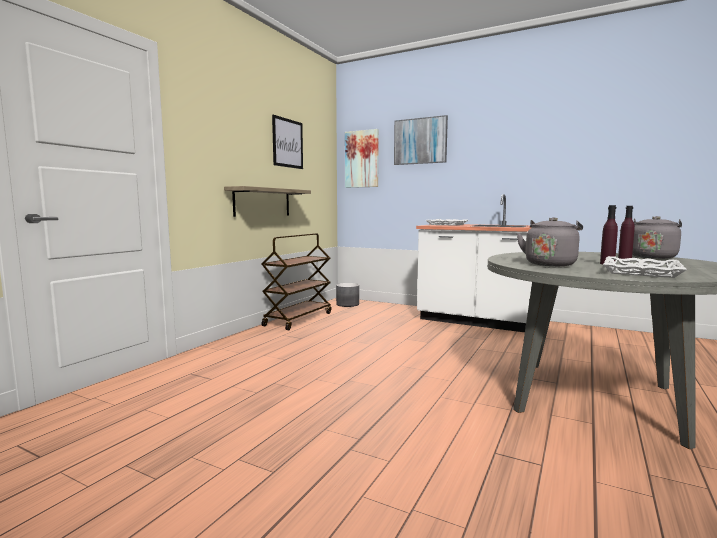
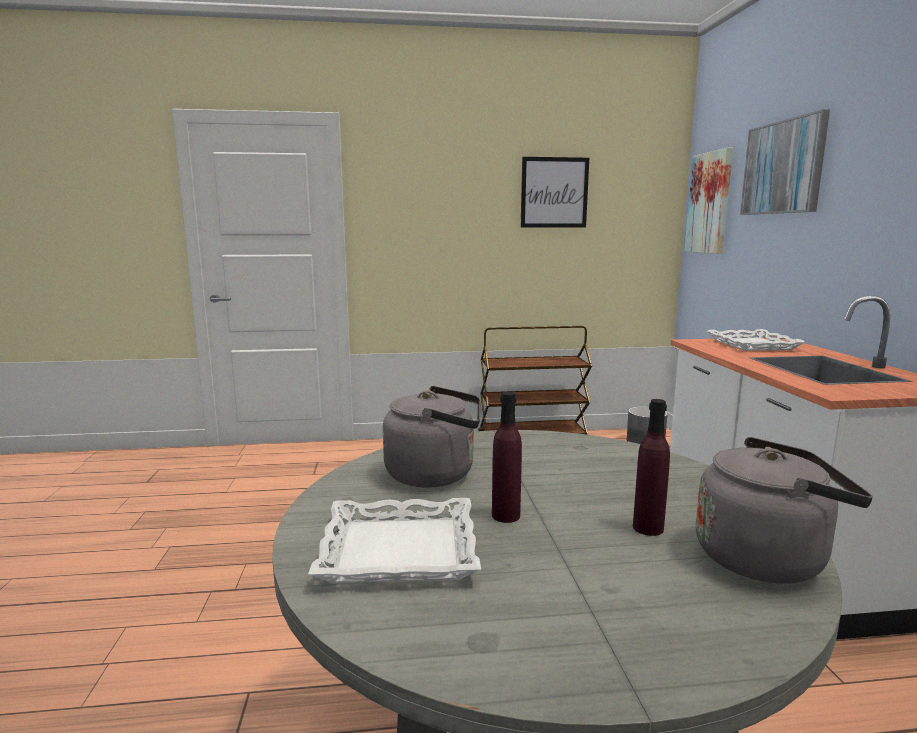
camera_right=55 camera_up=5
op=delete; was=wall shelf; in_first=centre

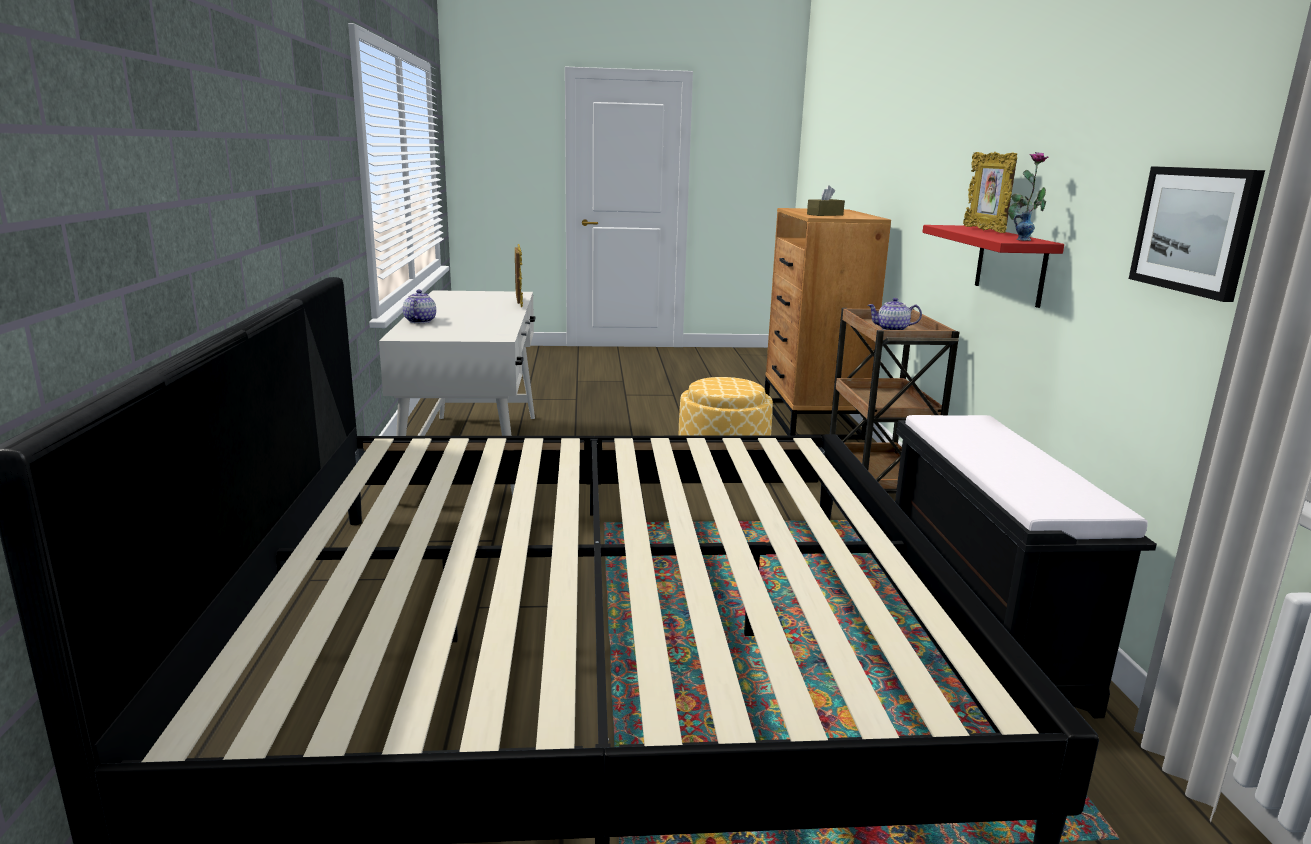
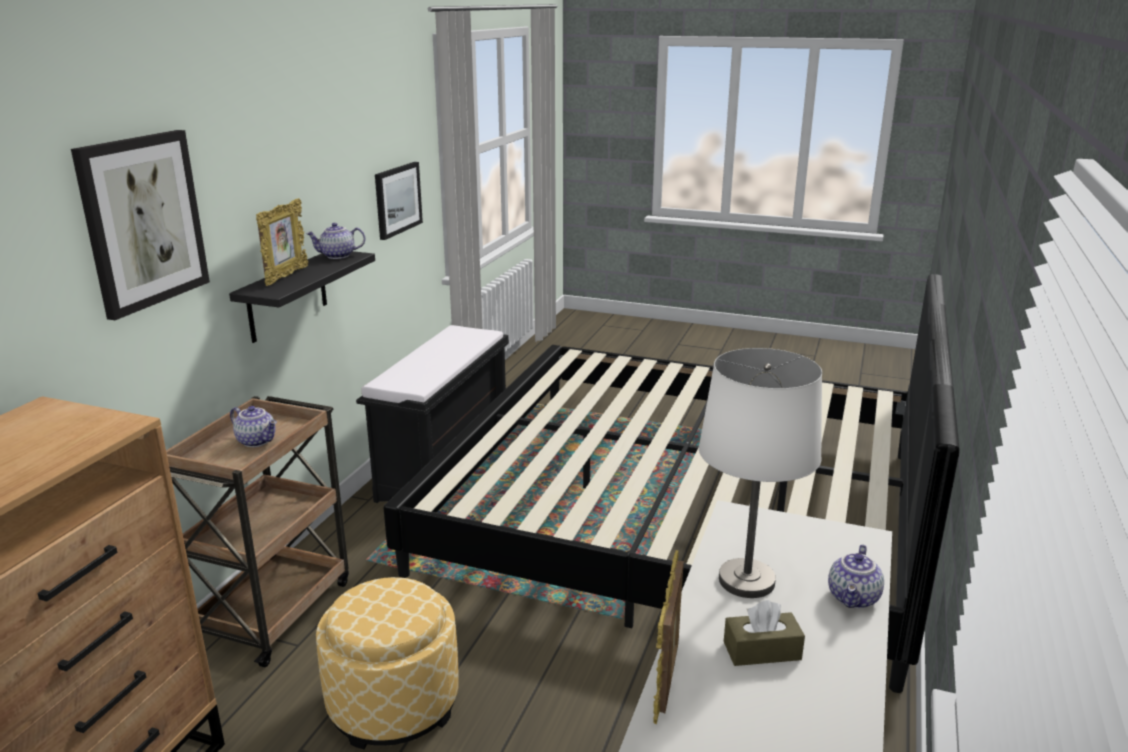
camera_right=-155 camera_up=5
op=move; was=tissue holder (brownish); in_first=top centre; in_second=bottom right
op=recolor; was=wall shelf (red); now=wall shelf (blackish); in_first=top right; in_second=middle left
op=replace; was=flower vase; now=tea pot (2nd from left); in_first=top right; in_second=top left
op=insert; now=wall art (1st from left); in_second=top left
op=insert; now=lamp for a table (whitish); in_second=middle right

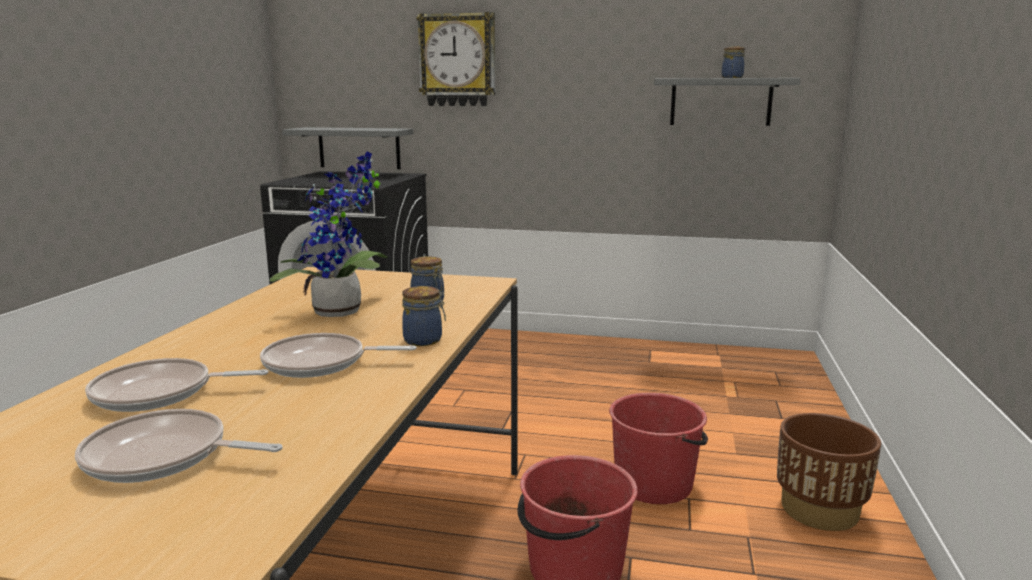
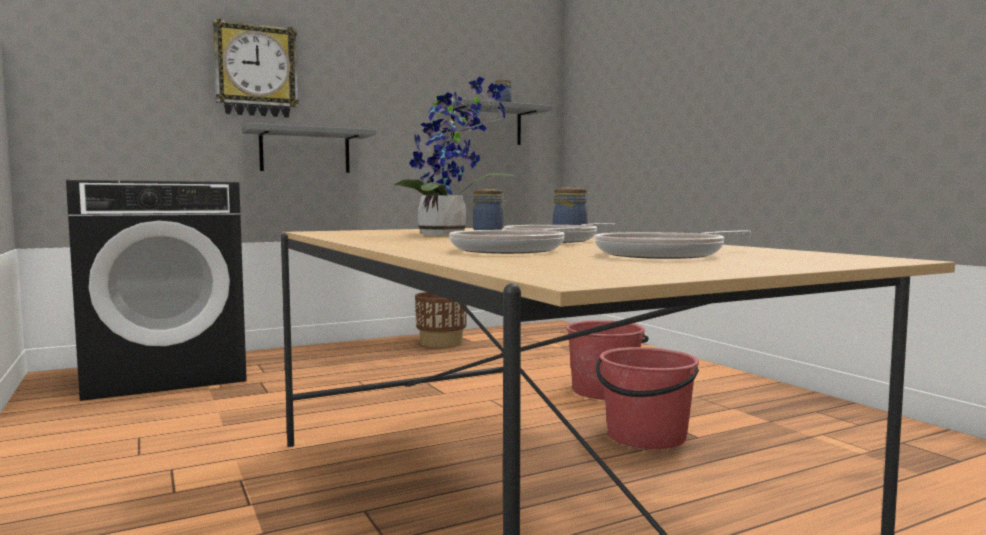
camera_right=-40 camera_up=-10
op=move; was=wall shelf (greyish) (1st from left); in_first=top centre; in_second=top left
op=move; was=flower pot (brownish); in_first=bottom right; in_second=centre

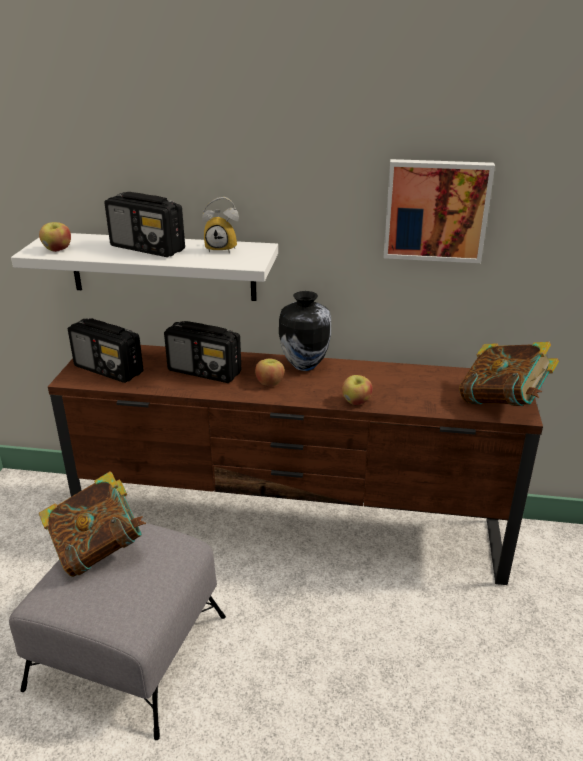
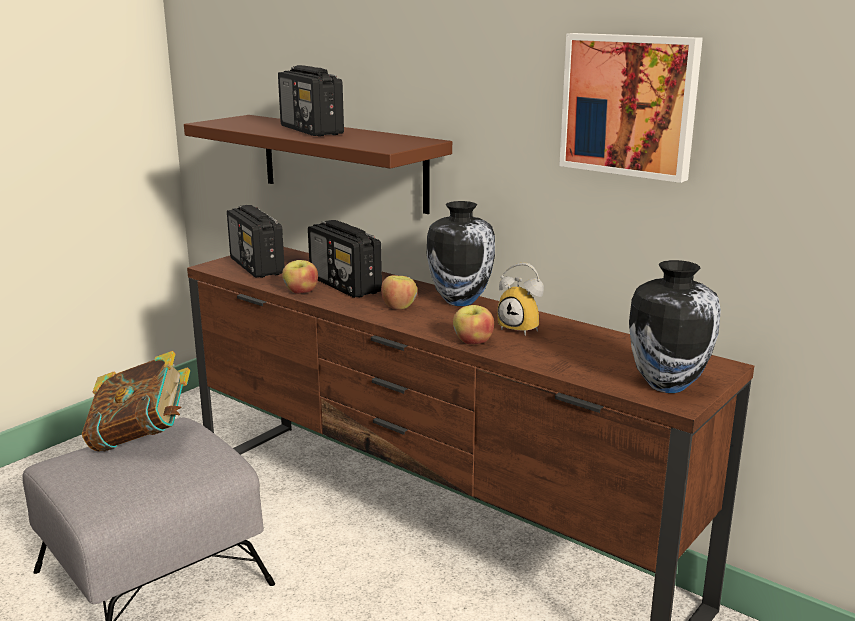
camera_right=30 camera_up=-10
op=recolor; was=wall shelf (whitish); now=wall shelf (brownish); in_first=middle left; in_second=top centre
op=move; was=whole apple (1st from left); in_first=top left; in_second=centre
op=move; was=bedside clock; in_first=top centre; in_second=centre
op=replace; was=bound book (2nd from left); now=flower vase (2nd from left); in_first=middle right; in_second=middle right

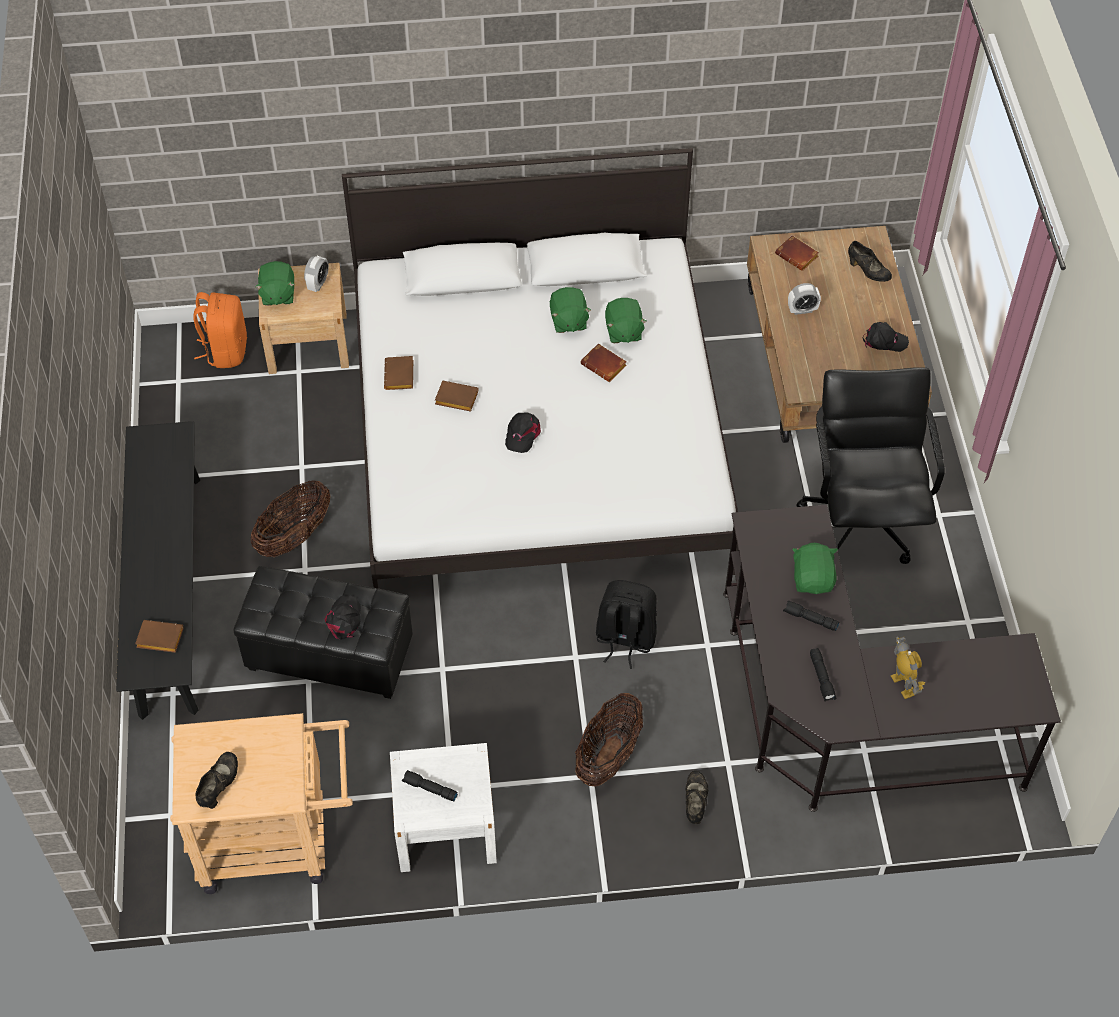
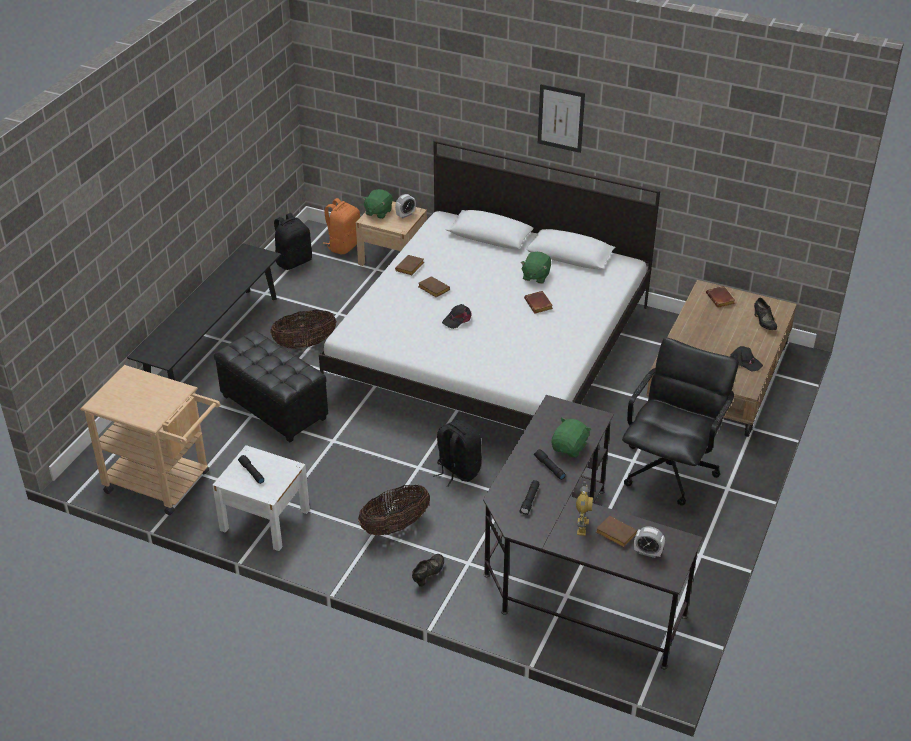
camera_right=30 camera_up=-15
op=move; was=bound book (brownish) (1st from left in the first image); now=bound book (brownish) (4th from left); in_first=middle left; in_second=bottom right
op=delete; was=low shoe (blackish) (1st from left); in_first=bottom left
op=delete; was=cap (blackish) (1st from left); in_first=middle left
op=delete; was=cuddly toy (green) (3rd from left); in_first=top centre
op=move; was=bedside clock (2nd from left); in_first=top right; in_second=bottom right
op=insert; now=backpack (blackish) (1st from left); in_second=top left
op=insert; now=wall art; in_second=top centre

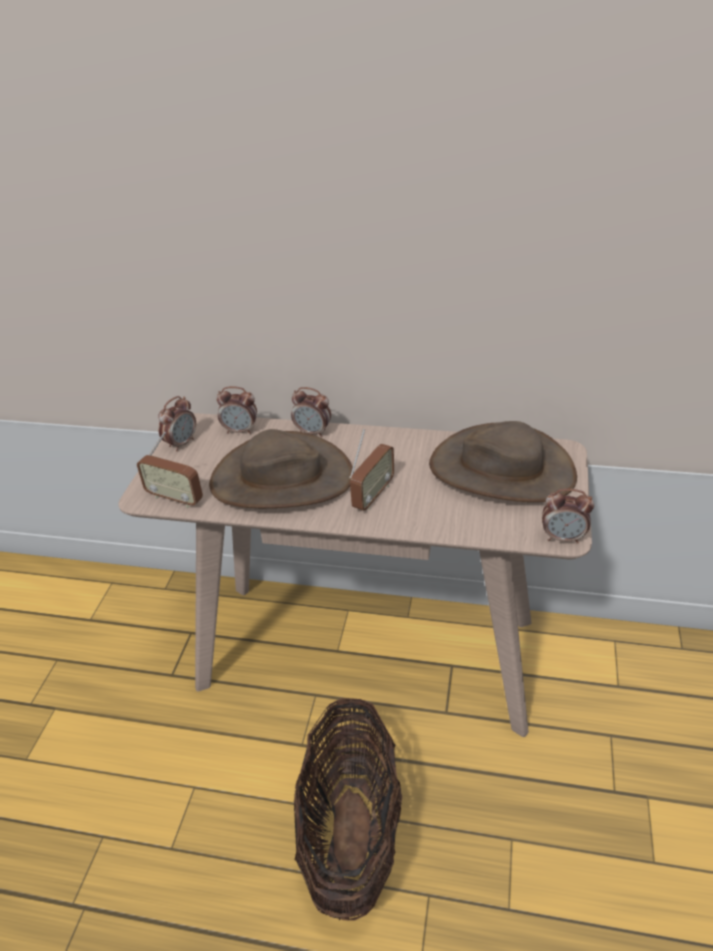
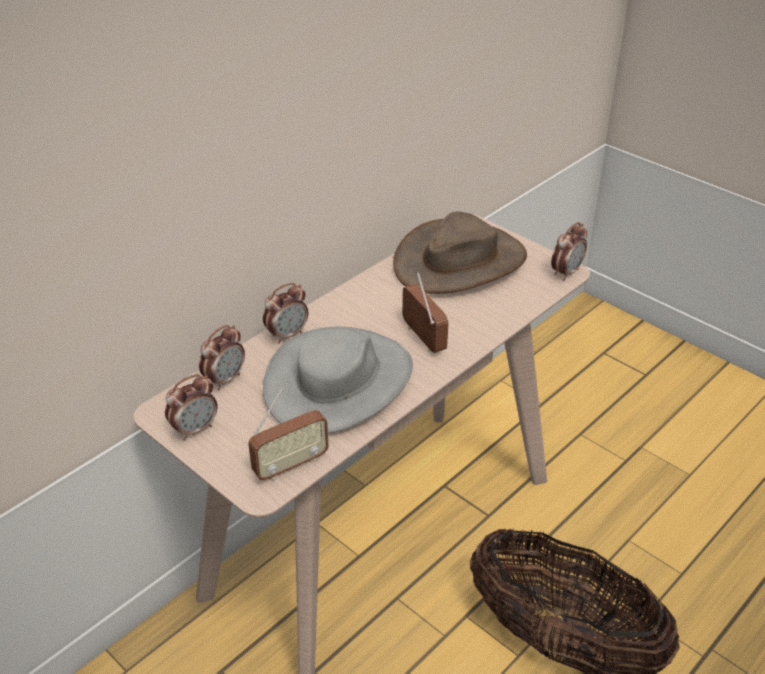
camera_right=-60 camera_up=0
op=rotate; was=bedside clock (1st from left); in_first=middle left; in_second=middle left; clockwise=75
op=recolor; was=hat (brownish) (1st from left); now=hat (greyish); in_first=centre; in_second=centre

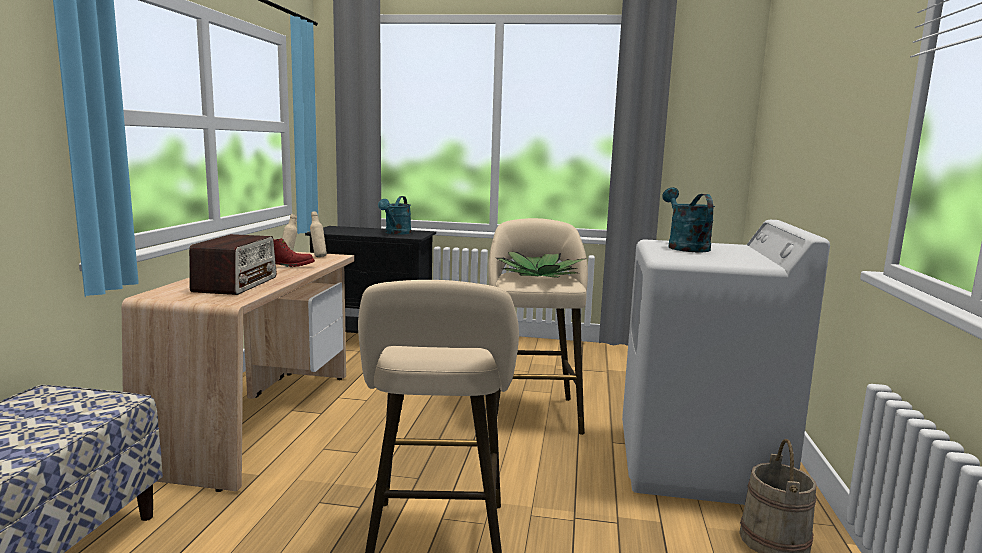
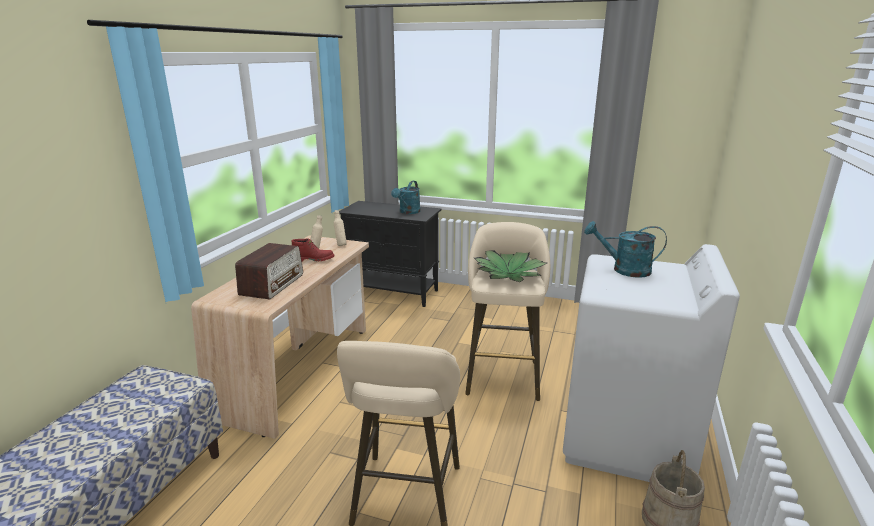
camera_right=10 camera_up=10
op=rotate; was=sprinkling can (turquoise) (2nd from left); in_first=middle right; in_second=middle right; clockwise=-75

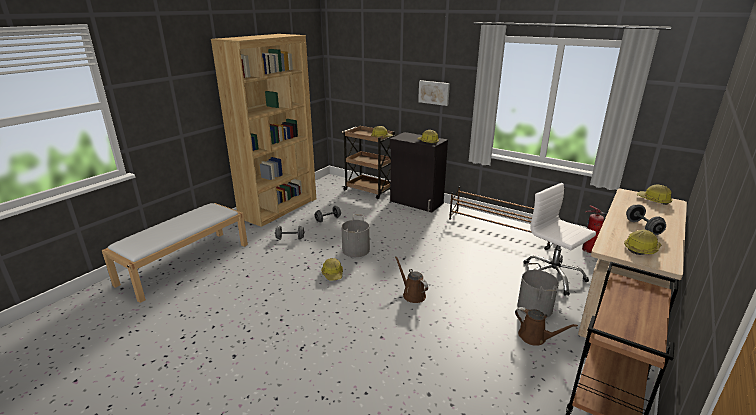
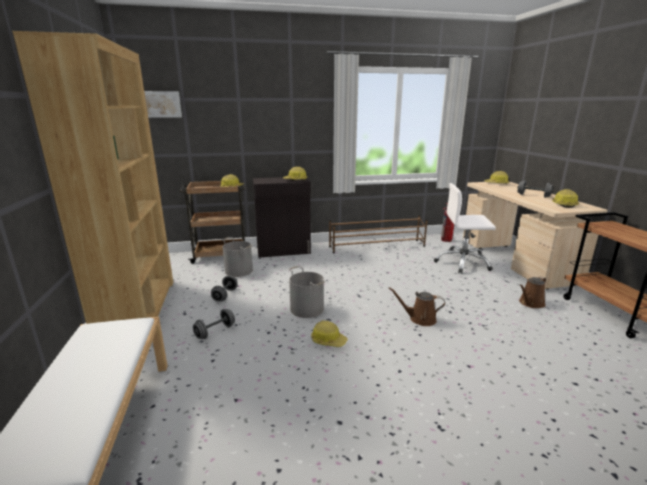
camera_right=-45 camera_up=-5
op=move; was=wall art; in_first=top centre; in_second=top left
op=rotate; was=sprinkling can (brownish) (2nd from left); in_first=bottom right; in_second=middle right; clockwise=150
op=move; was=water bucket (greyish) (2nd from left in the first image); now=water bucket (greyish) (1st from left); in_first=bottom right; in_second=centre

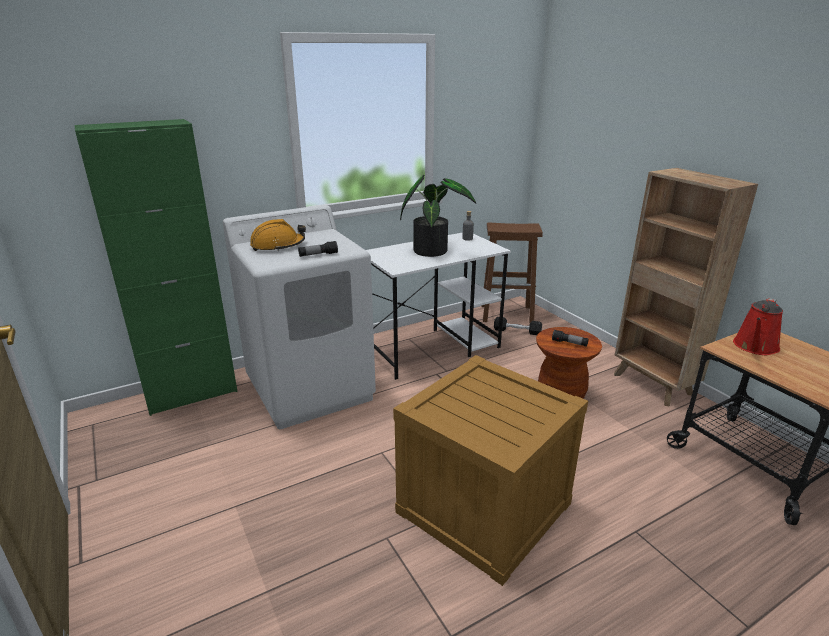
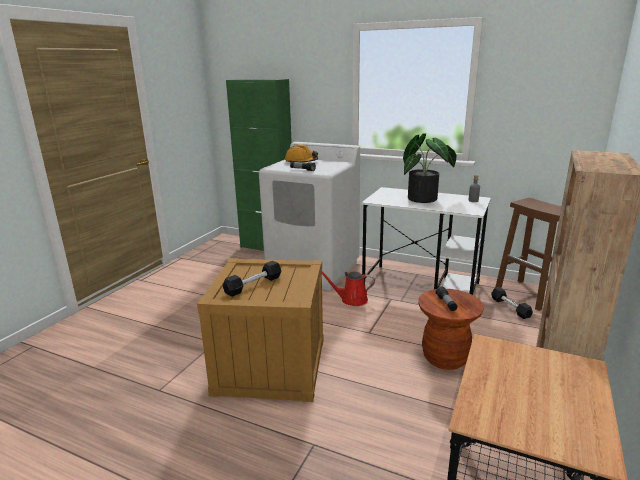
camera_right=55 camera_up=-5
op=move; was=sprinkling can (red); in_first=middle right; in_second=centre
op=insert; now=free weight (blackish) (1st from left); in_second=centre

